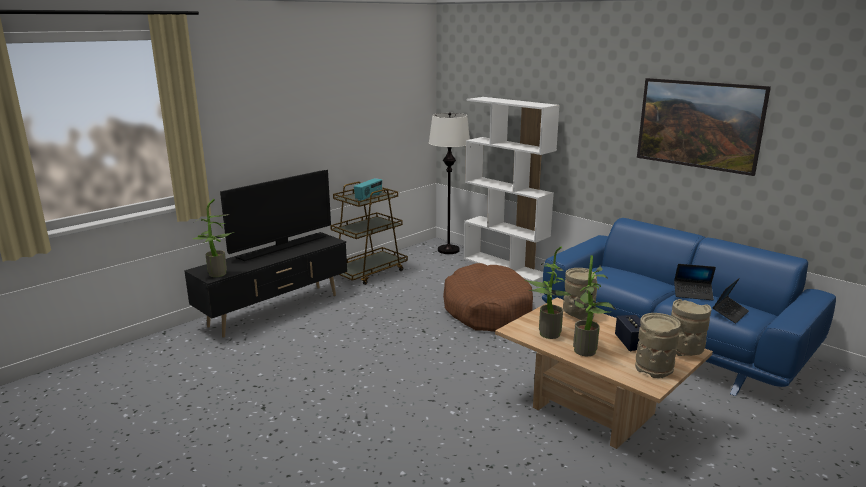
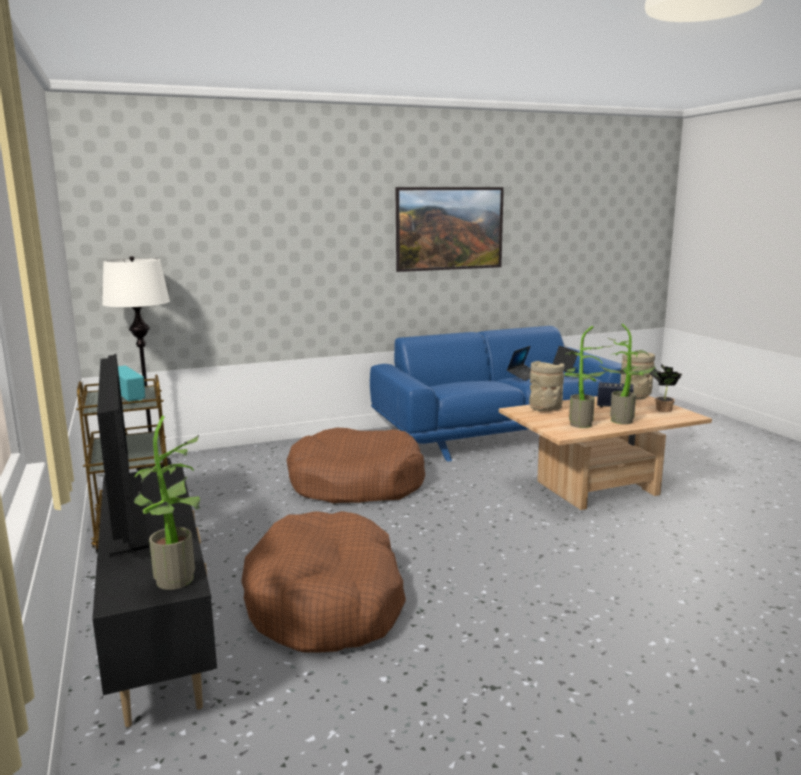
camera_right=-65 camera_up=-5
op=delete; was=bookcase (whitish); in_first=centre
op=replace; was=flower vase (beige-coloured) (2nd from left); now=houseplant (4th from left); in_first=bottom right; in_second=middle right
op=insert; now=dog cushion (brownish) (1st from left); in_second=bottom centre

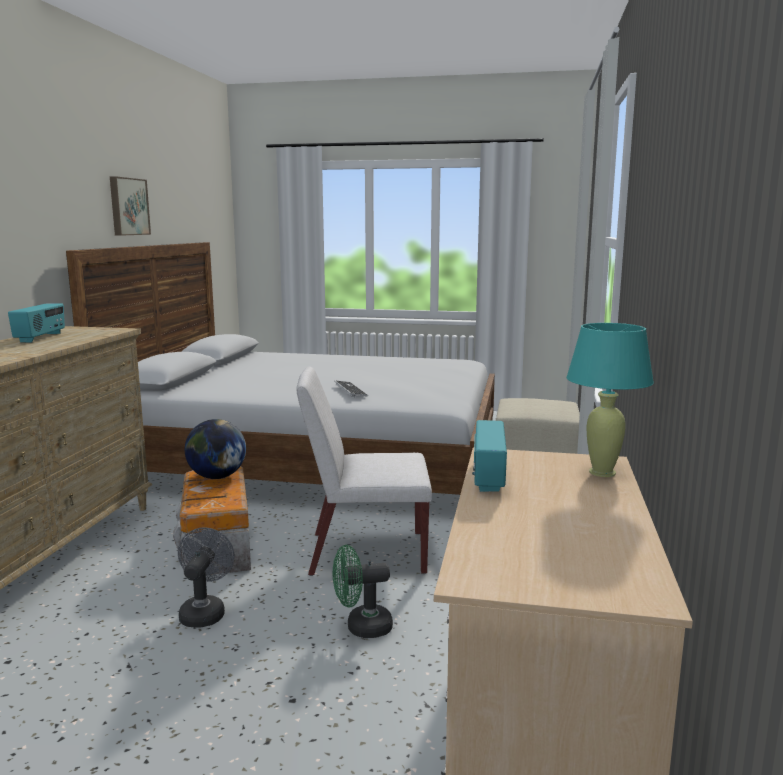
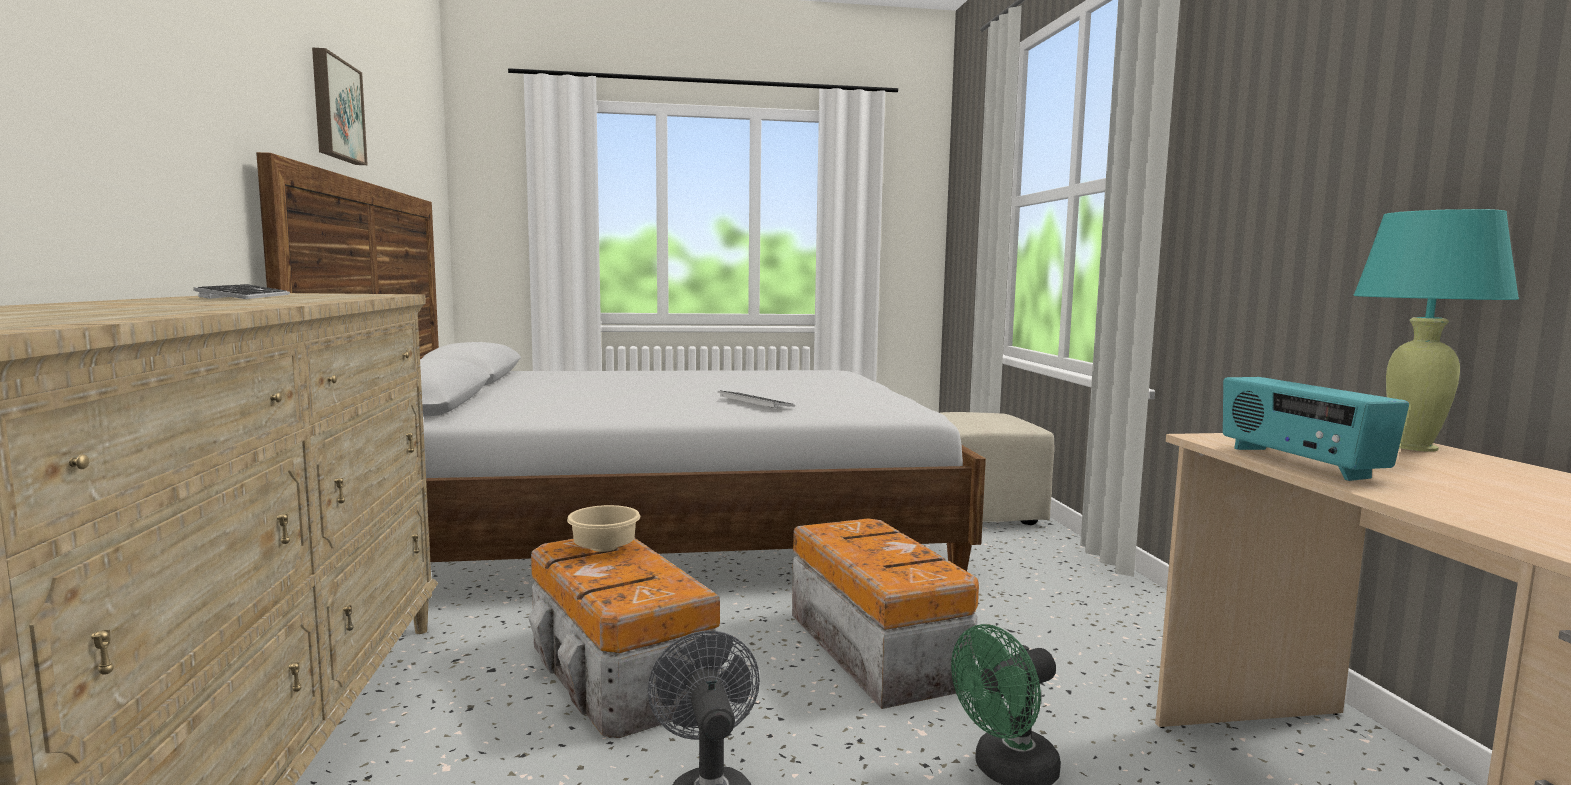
camera_right=-20 camera_up=-5
op=replace; was=radio set (1st from left); now=keyboard (1st from left); in_first=middle left; in_second=middle left
op=replace; was=world globe; now=bowl (beige-coloured); in_first=middle left; in_second=bottom centre
op=replace; was=plain chair (whitish); now=storage box (2nd from left); in_first=centre; in_second=bottom centre

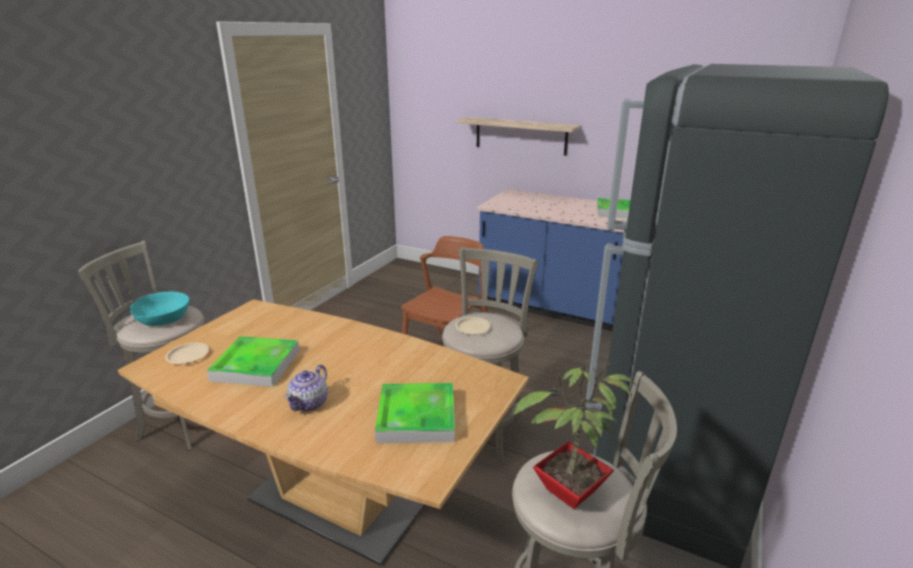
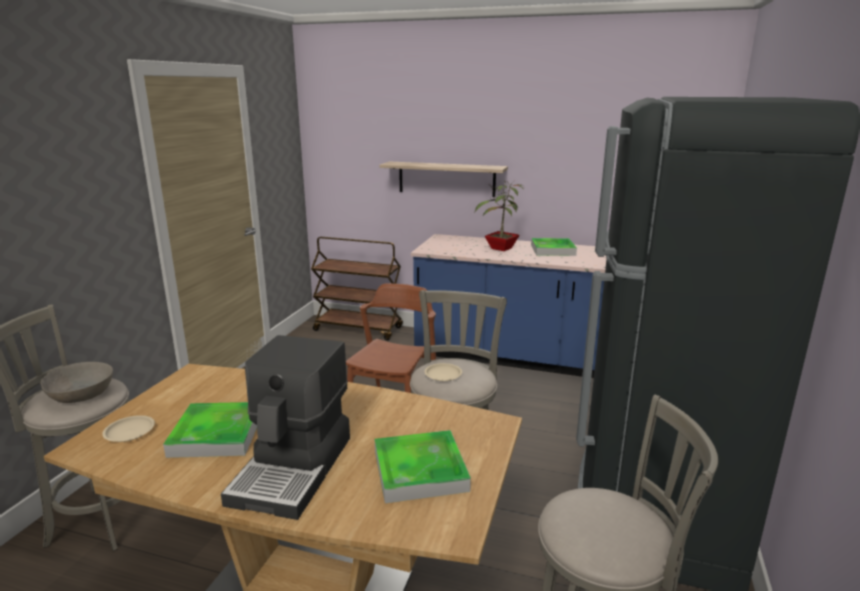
camera_right=-10 camera_up=-5
op=recolor; was=bowl (turquoise); now=bowl (greyish); in_first=middle left; in_second=middle left
op=replace; was=tea pot; now=coffee maker; in_first=bottom centre; in_second=bottom left
op=move; was=houseplant; in_first=bottom centre; in_second=centre
op=insert; now=cart (brownish); in_second=centre

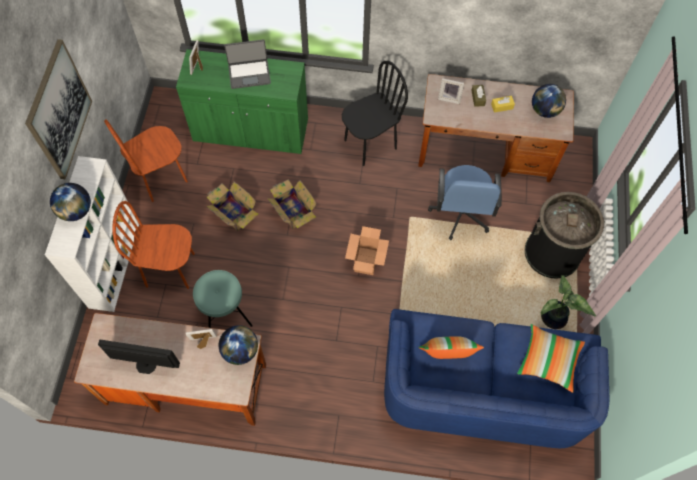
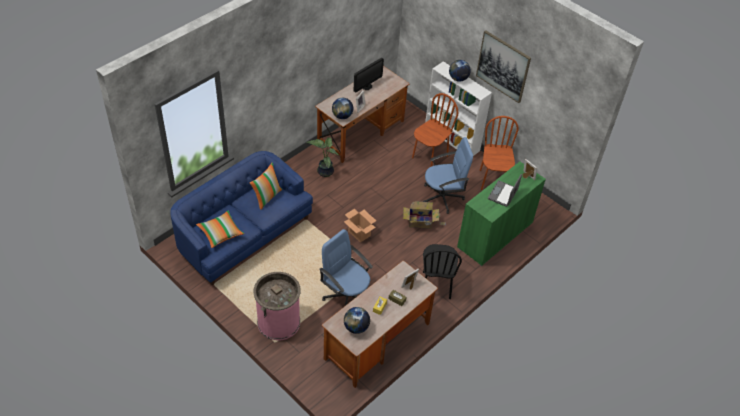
camera_right=125 camera_up=-15
op=delete; was=stool (turquoise); in_first=middle left
op=replace; was=carton (1st from left); now=computer chair (blue-coloured) (2nd from left); in_first=middle left; in_second=centre
op=recolor; was=waste bin (blackish); now=waste bin (pink); in_first=middle right; in_second=bottom centre
op=move; was=houseplant; in_first=middle right; in_second=centre

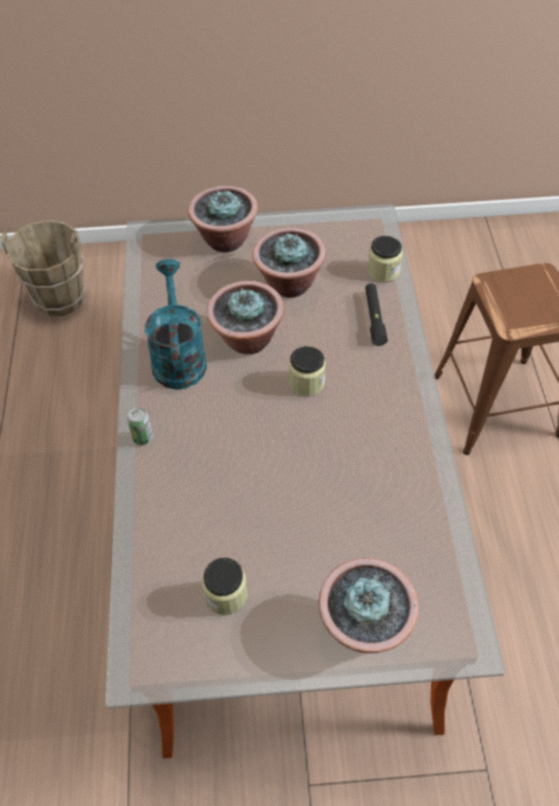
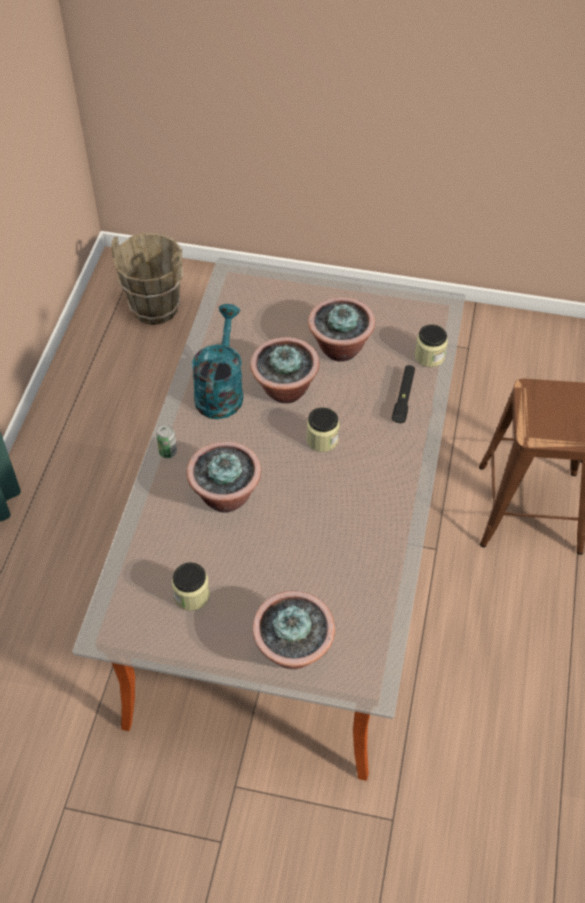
camera_right=15 camera_up=0
op=move; was=houseplant (1st from left); in_first=top centre; in_second=centre

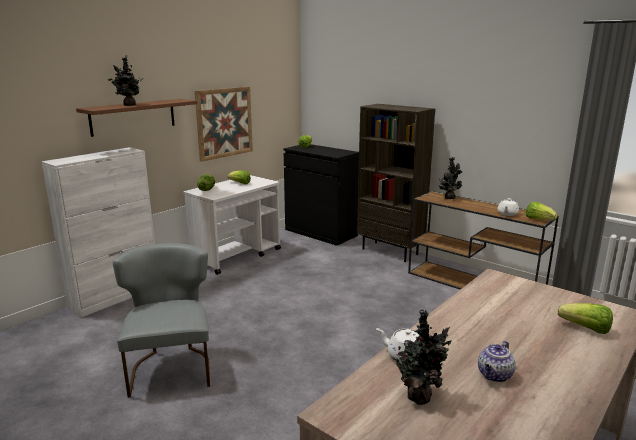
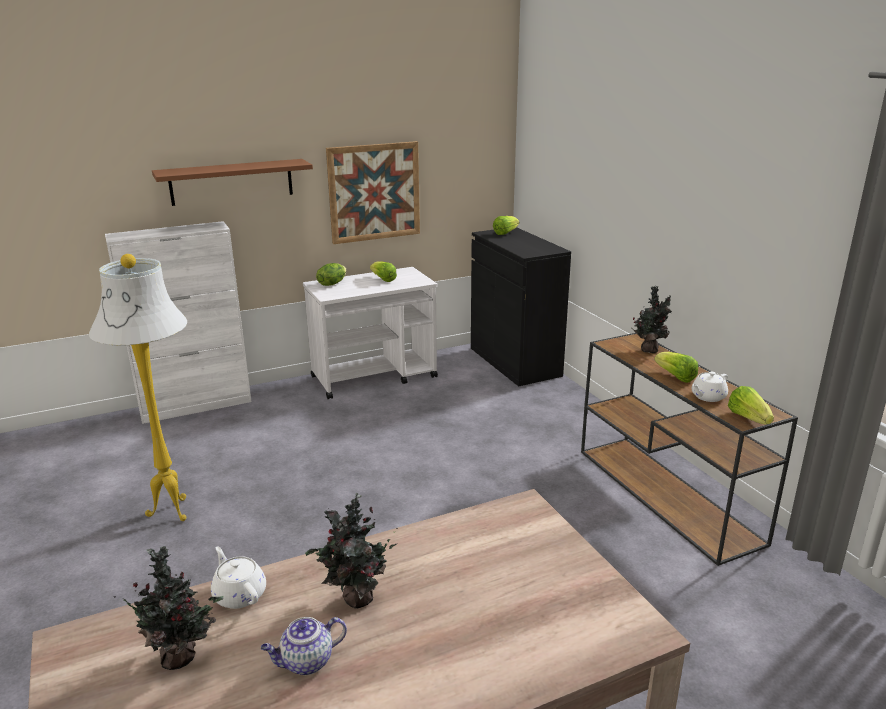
camera_right=25 camera_up=5
op=move; was=houseplant (1st from left in the first image); now=houseplant (2nd from left); in_first=top left; in_second=bottom centre
op=replace; was=plain chair (greyish); now=standard lamp (whitish); in_first=bottom left; in_second=middle left
op=delete; was=bookcase (brownish); in_first=centre
op=move; was=lettuce (5th from left in the first image); now=lettuce (4th from left); in_first=bottom right; in_second=middle right

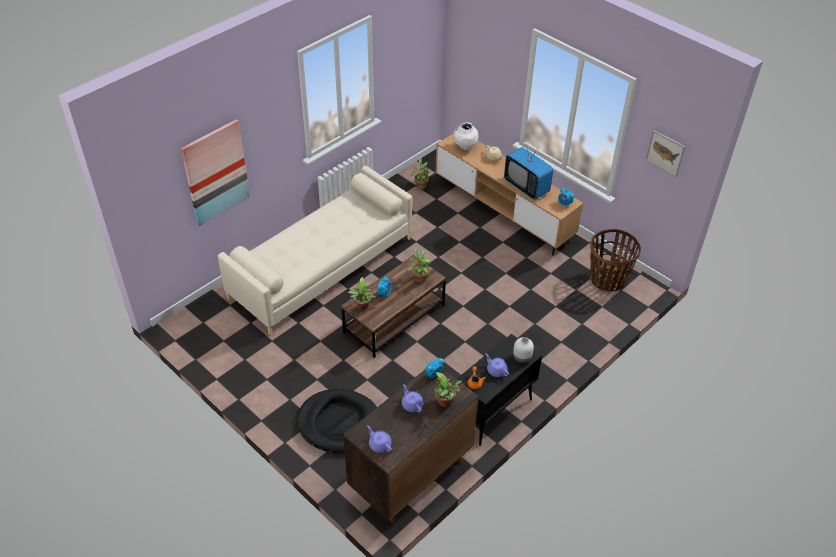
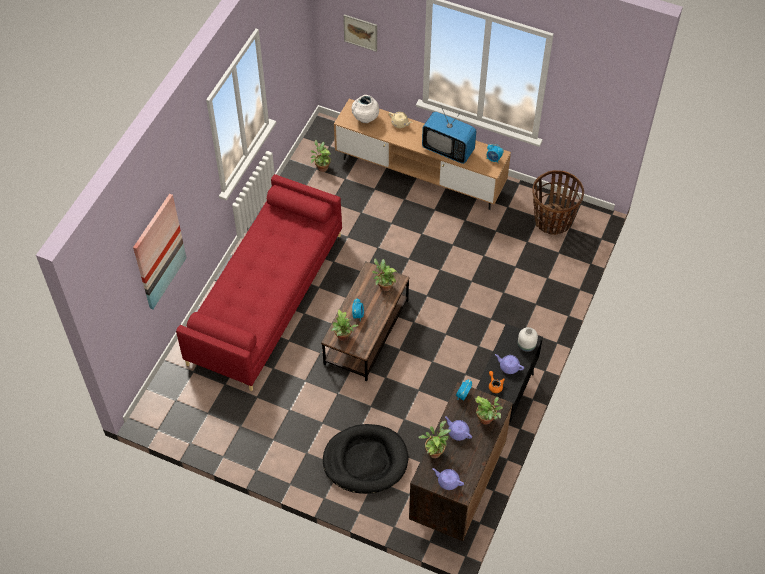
camera_right=-20 camera_up=10
op=recolor; was=sofa (beige-coloured); now=sofa (red); in_first=centre; in_second=centre
op=move; was=wall art (2nd from left); in_first=top right; in_second=top centre
op=insert; now=houseplant (4th from left); in_second=bottom centre

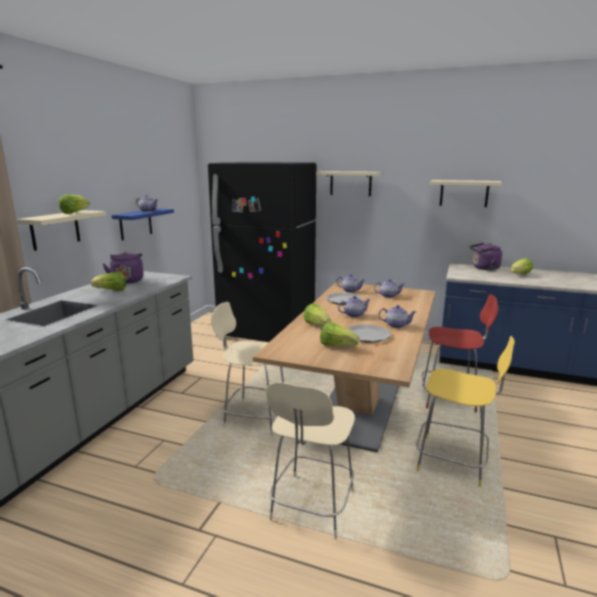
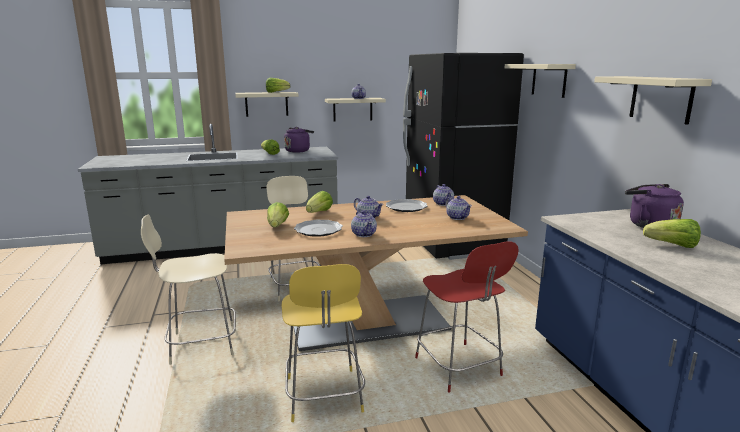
camera_right=55 camera_up=0
op=recolor; was=wall shelf (blue-coloured); now=wall shelf (beige-coloured) (2nd from left); in_first=middle left; in_second=top centre

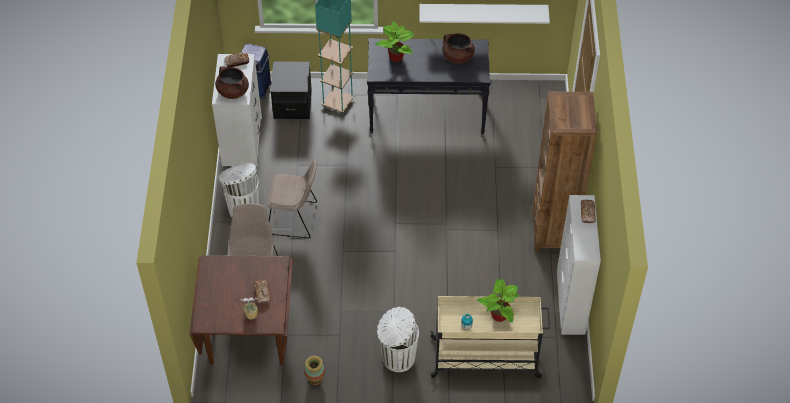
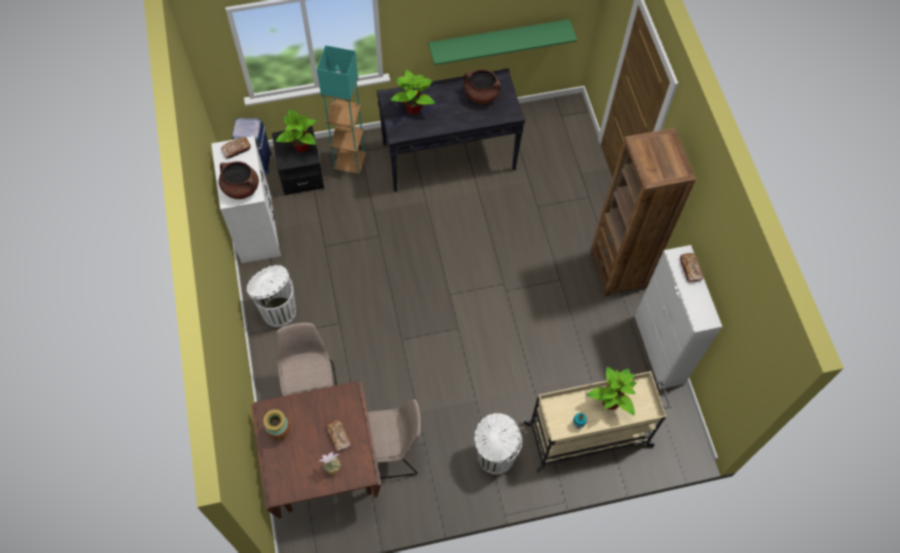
camera_right=-15 camera_up=10
op=move; was=plain chair (beige-coloured) (2nd from left); in_first=centre; in_second=bottom centre
op=move; was=flower vase (1st from left); in_first=bottom centre; in_second=bottom left
op=recolor; was=wall shelf (whitish); now=wall shelf (green); in_first=top centre; in_second=top centre
op=insert; now=houseplant (1st from left); in_second=top left

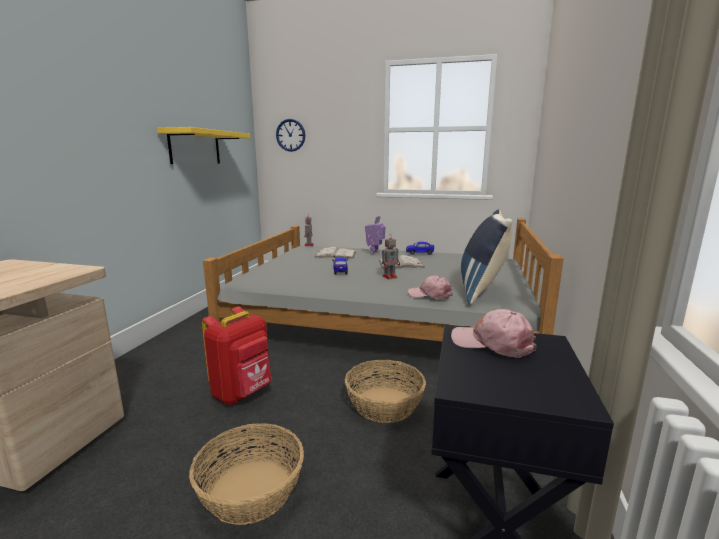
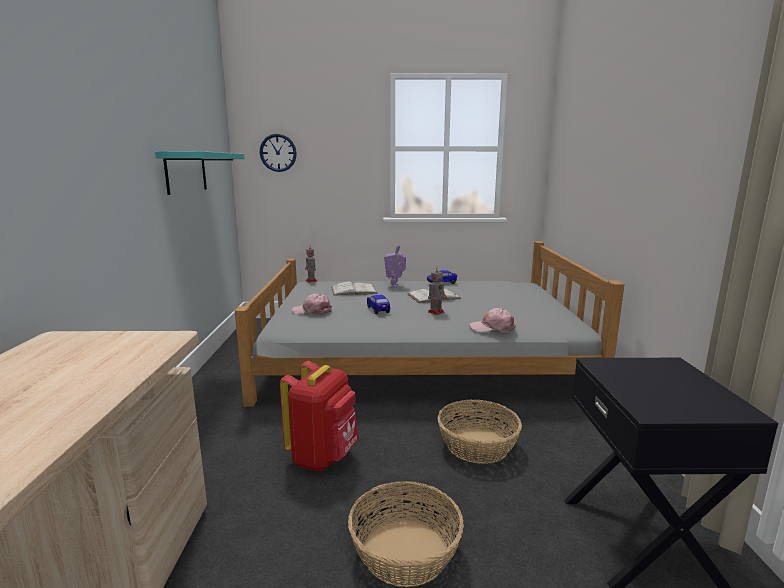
camera_right=-15 camera_up=0
op=recolor; was=wall shelf (yellowish); now=wall shelf (turquoise); in_first=top left; in_second=top left
op=move; was=cap (pink) (2nd from left in the first image); now=cap (pink) (1st from left); in_first=middle right; in_second=centre
op=delete; was=throw pillow (blue-coloured); in_first=middle right

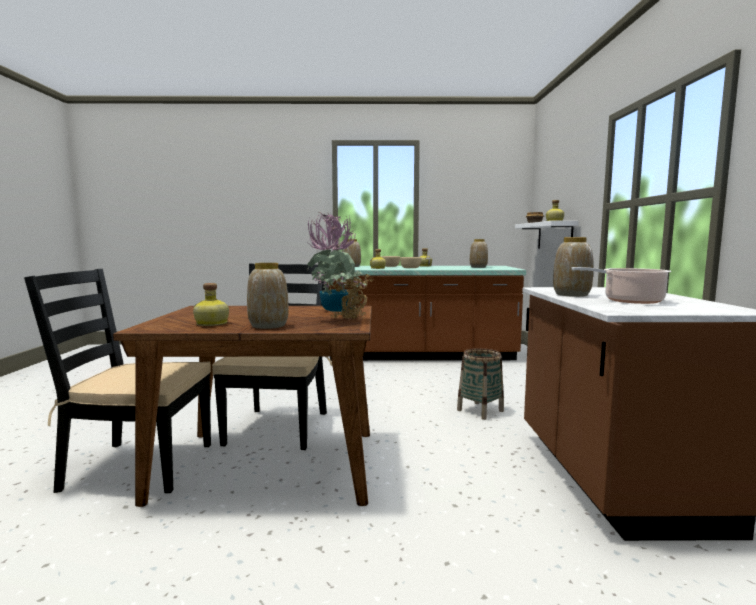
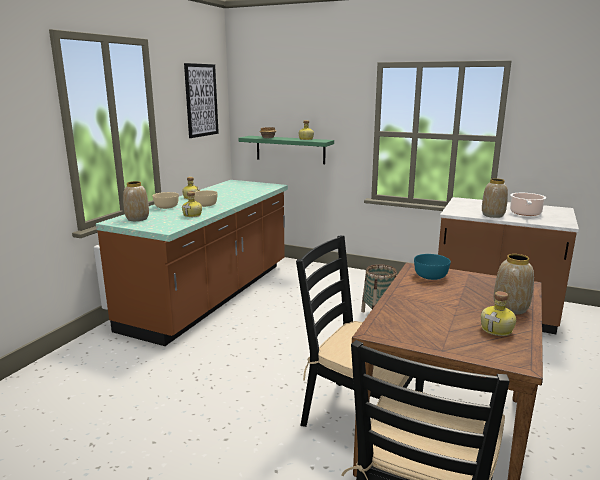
camera_right=-65 camera_up=10
op=delete; was=houseplant; in_first=centre
op=delete; was=flower vase (3rd from left); in_first=centre
op=recolor; was=wall shelf (whitish); now=wall shelf (green); in_first=middle right; in_second=top centre
op=insert; now=wall art; in_second=top centre

